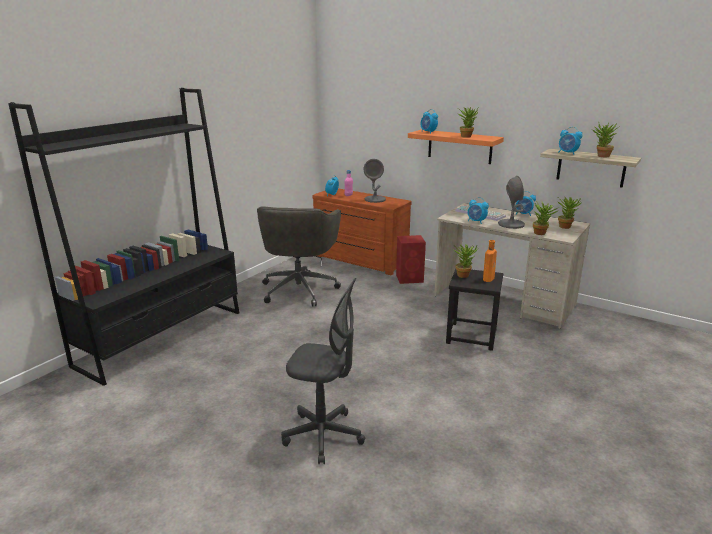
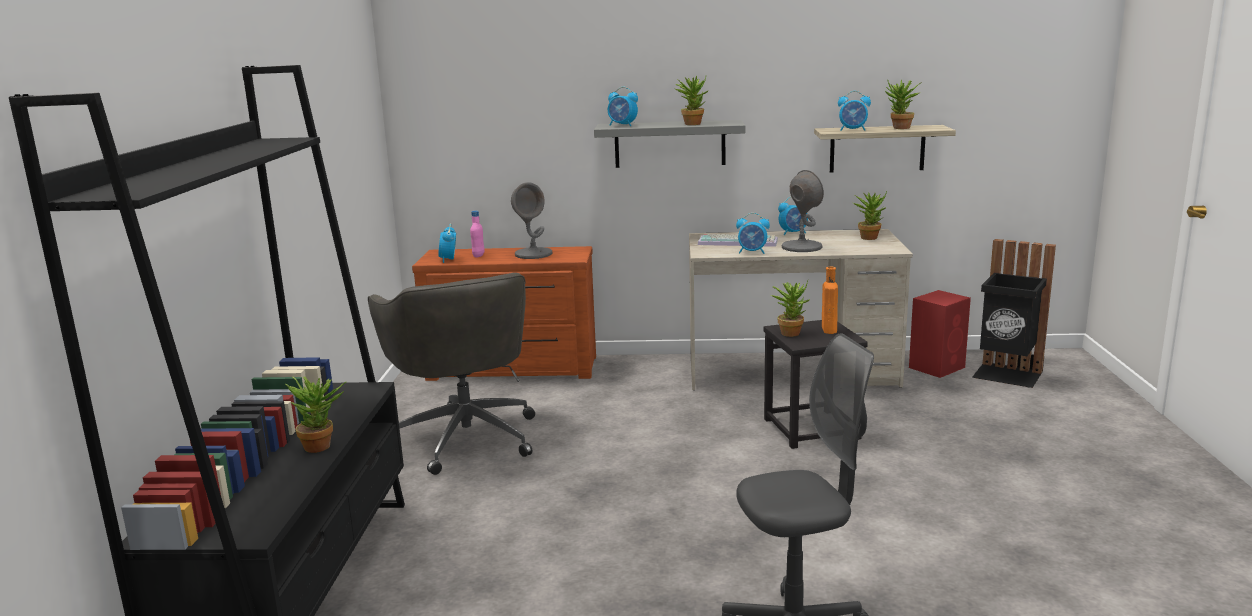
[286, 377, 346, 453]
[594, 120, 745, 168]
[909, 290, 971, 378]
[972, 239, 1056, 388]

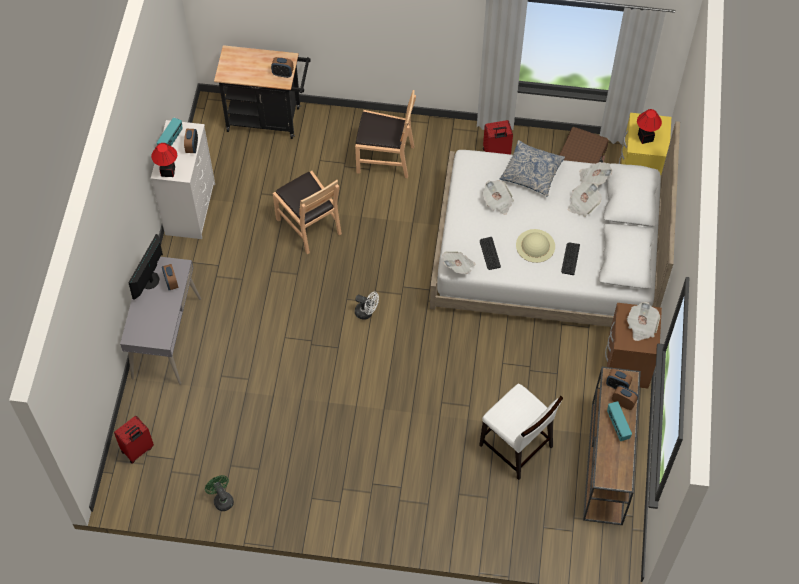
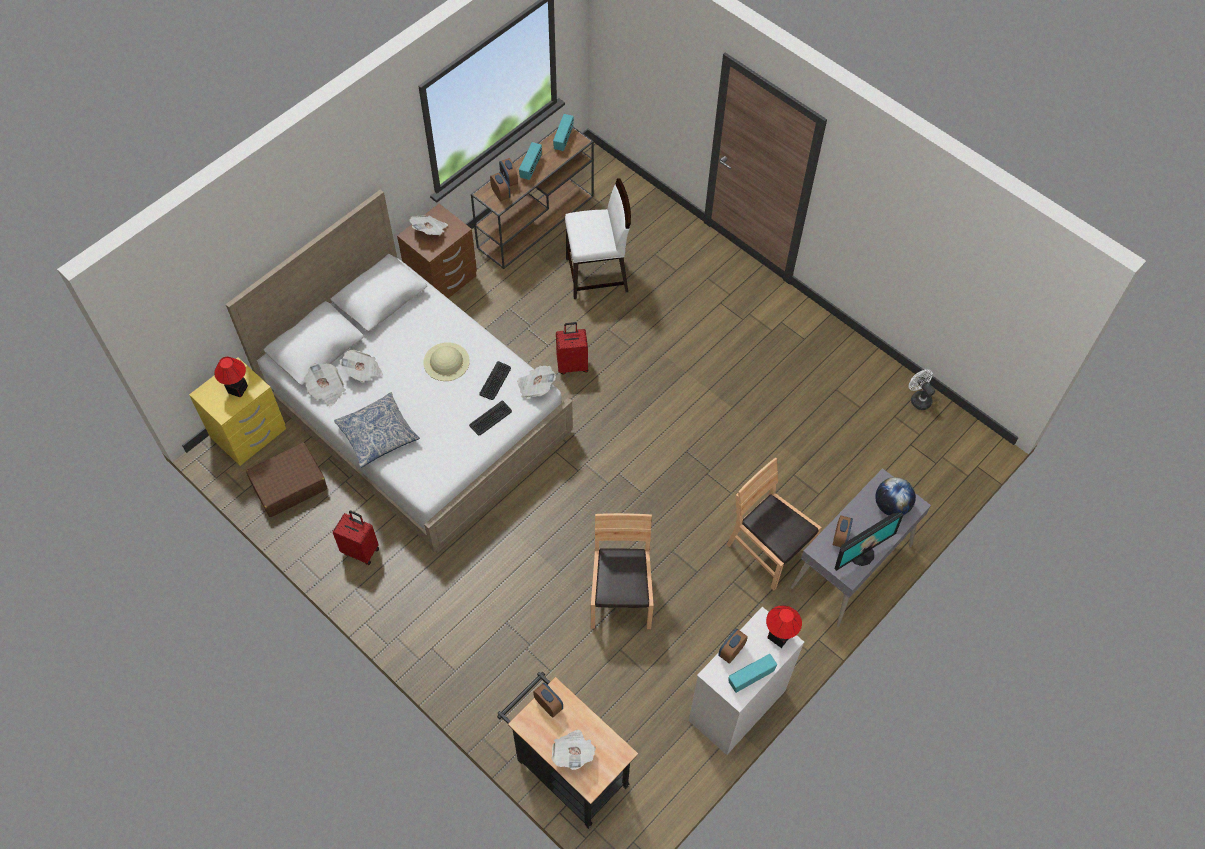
[469, 400, 512, 435]
[552, 730, 596, 770]
[553, 114, 574, 151]
[556, 322, 588, 375]
[565, 178, 631, 299]
[727, 458, 821, 590]
[875, 477, 916, 515]
[909, 369, 935, 410]
[205, 475, 234, 511] (first image)

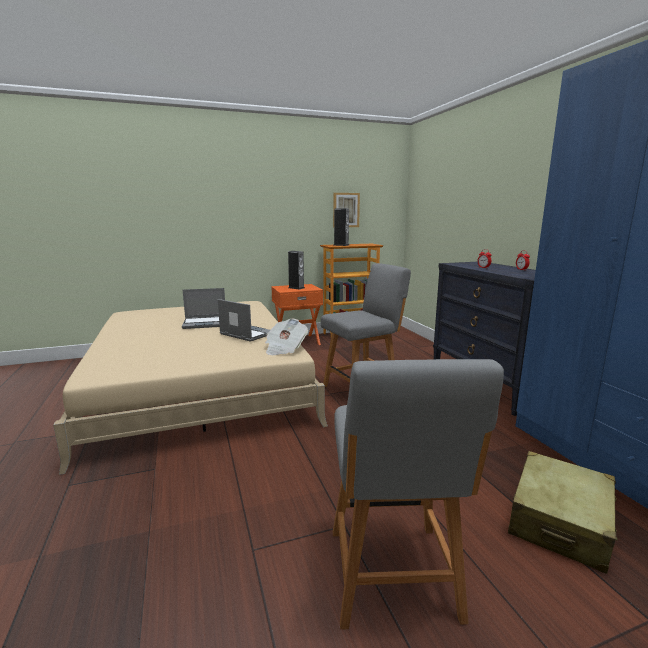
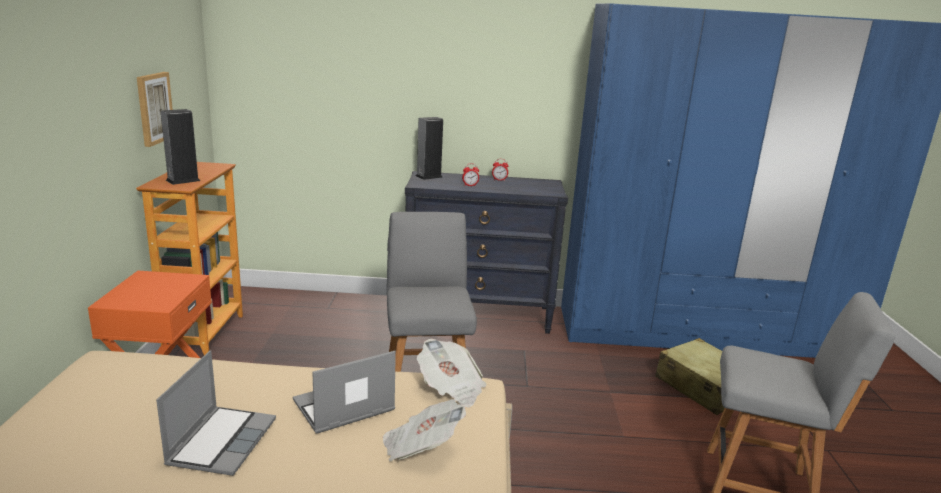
[382, 399, 466, 461]
[416, 117, 443, 180]

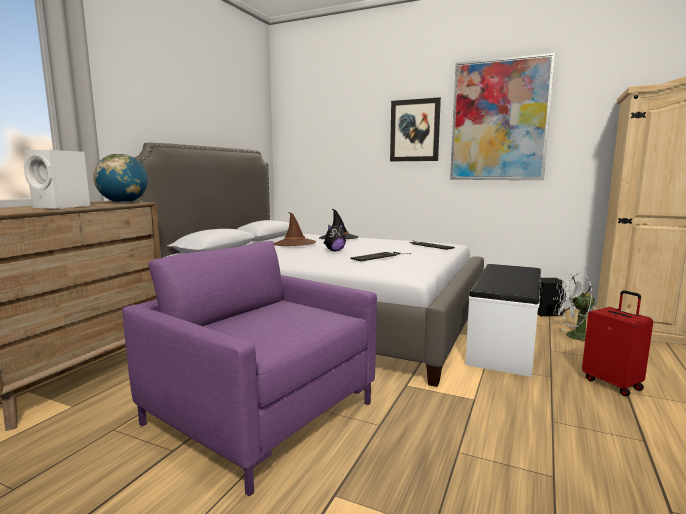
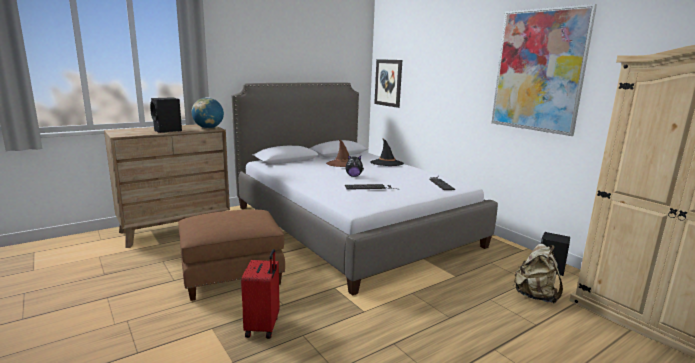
[150, 97, 182, 133]
[178, 210, 285, 301]
[241, 249, 280, 339]
[374, 59, 402, 108]
[513, 244, 563, 303]
[465, 264, 541, 377] (first image)

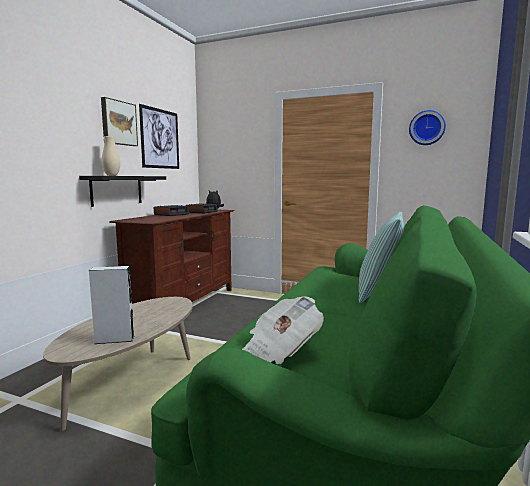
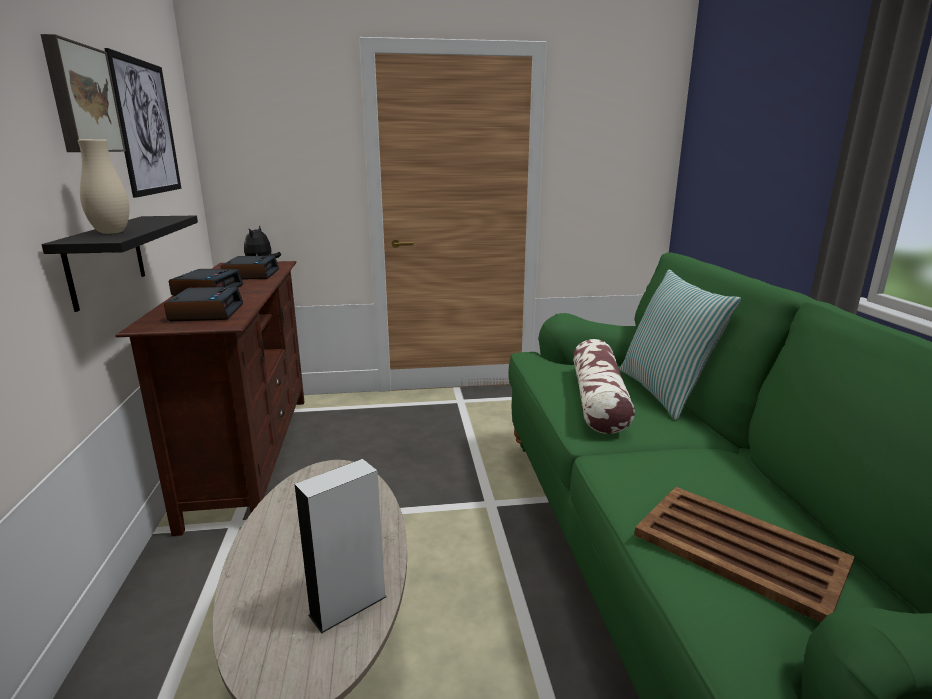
[164, 287, 243, 321]
[573, 339, 635, 434]
[634, 487, 855, 623]
[409, 110, 446, 145] (first image)

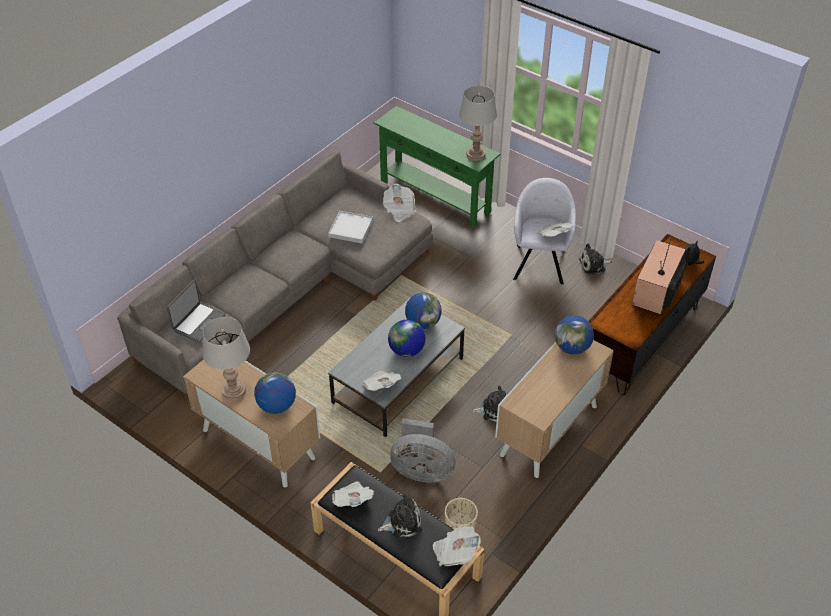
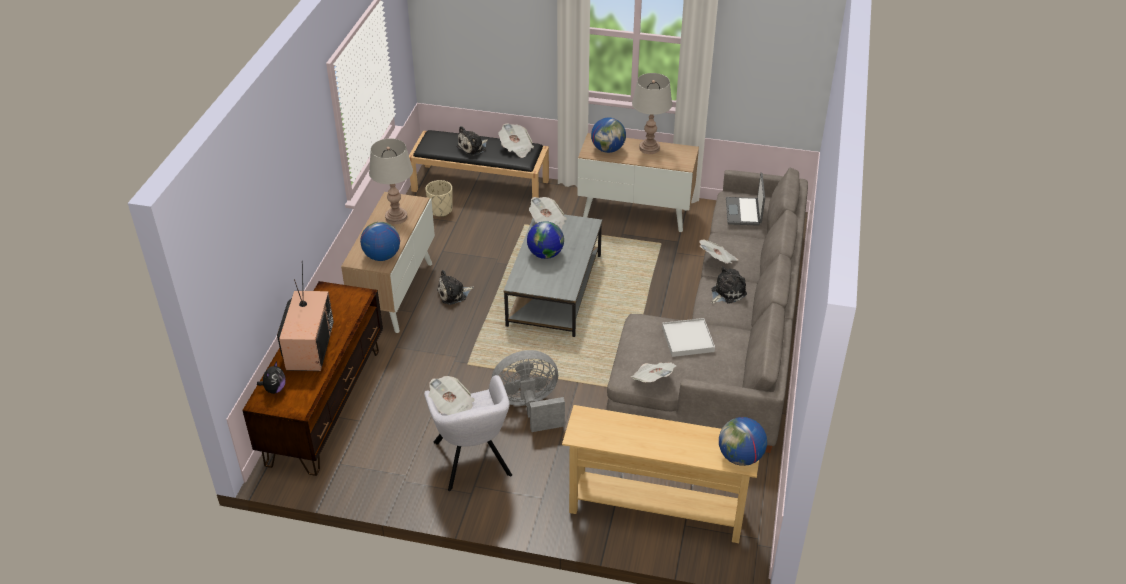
[369, 138, 413, 224]
[492, 350, 565, 432]
[562, 405, 759, 543]
[699, 239, 738, 264]
[711, 266, 747, 304]
[719, 417, 767, 466]

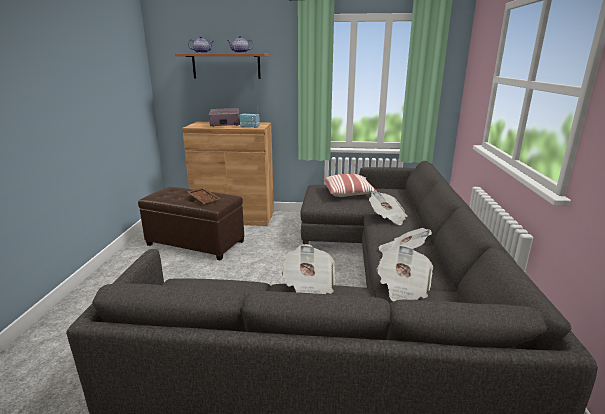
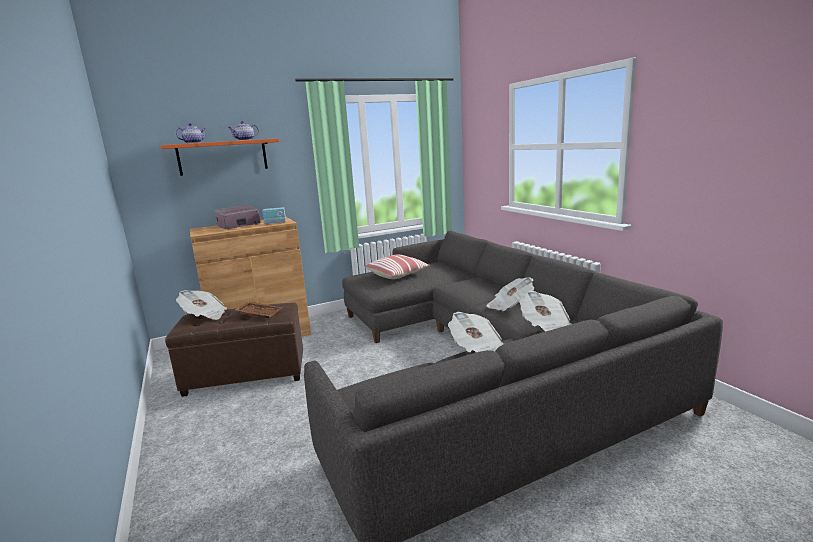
[176, 290, 227, 320]

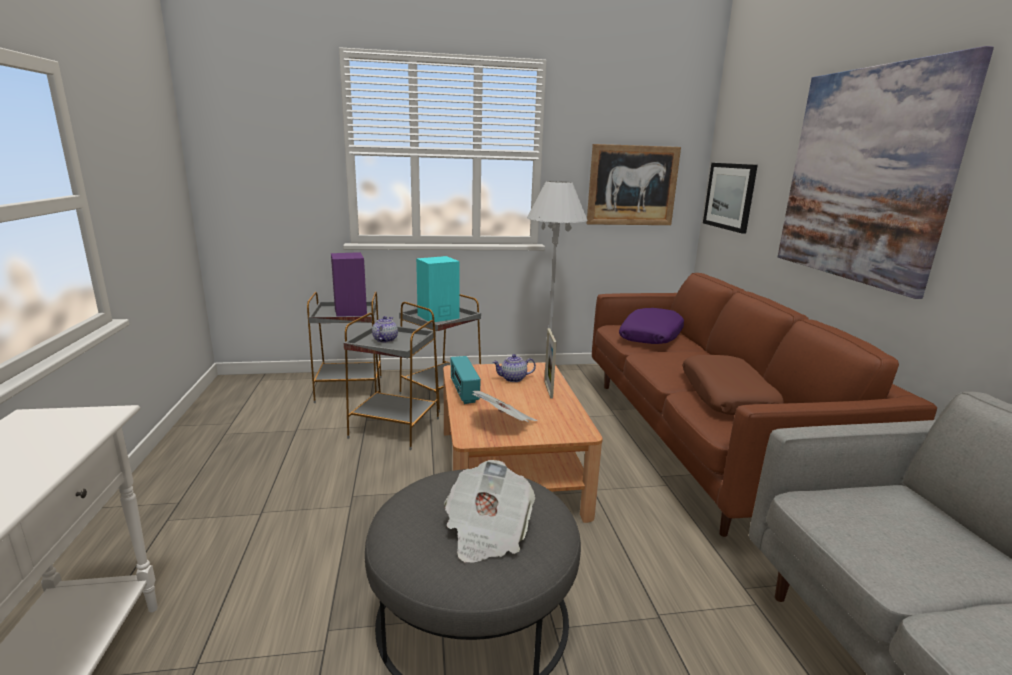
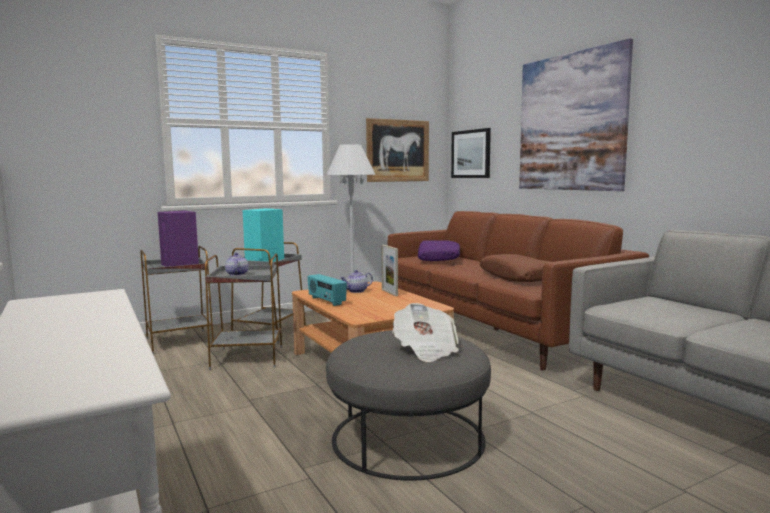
[472, 391, 538, 422] (first image)

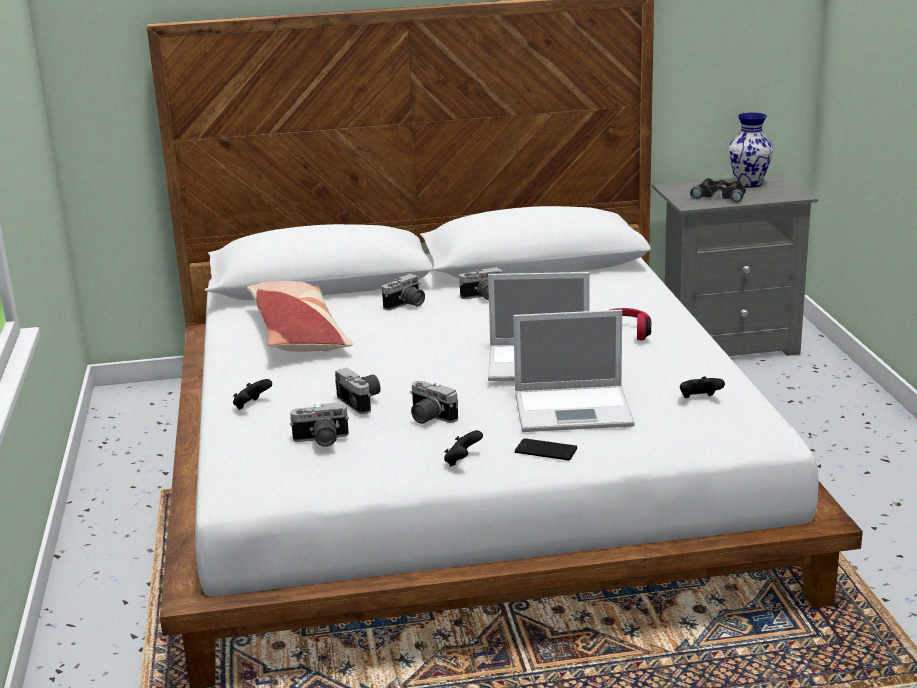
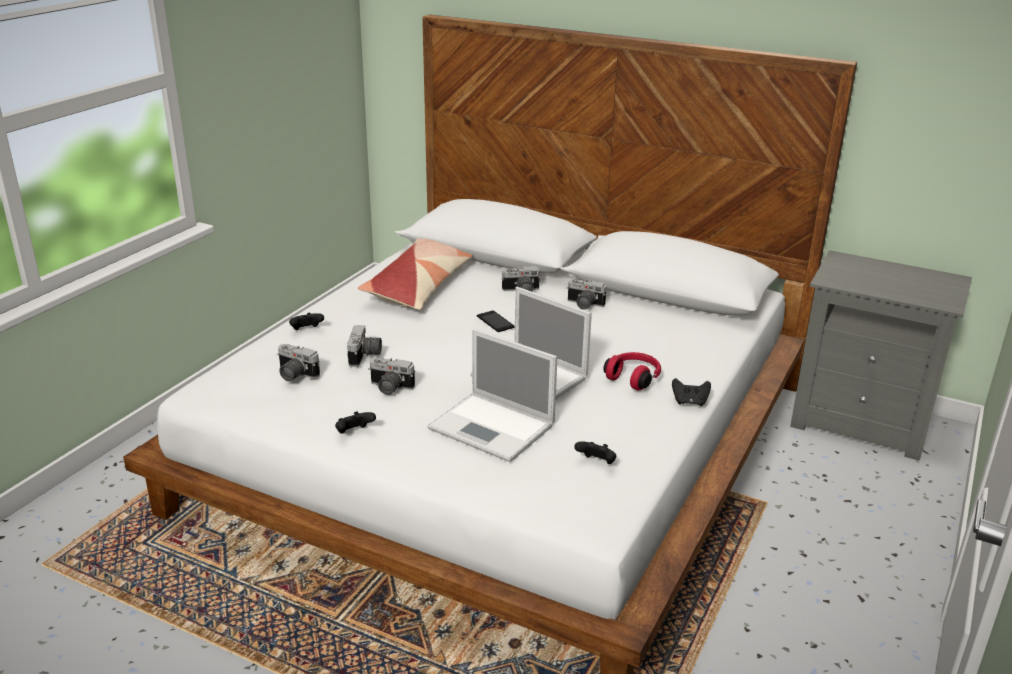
[368, 358, 415, 395]
[477, 311, 515, 332]
[672, 378, 711, 406]
[690, 178, 746, 203] (first image)
[728, 112, 773, 188] (first image)

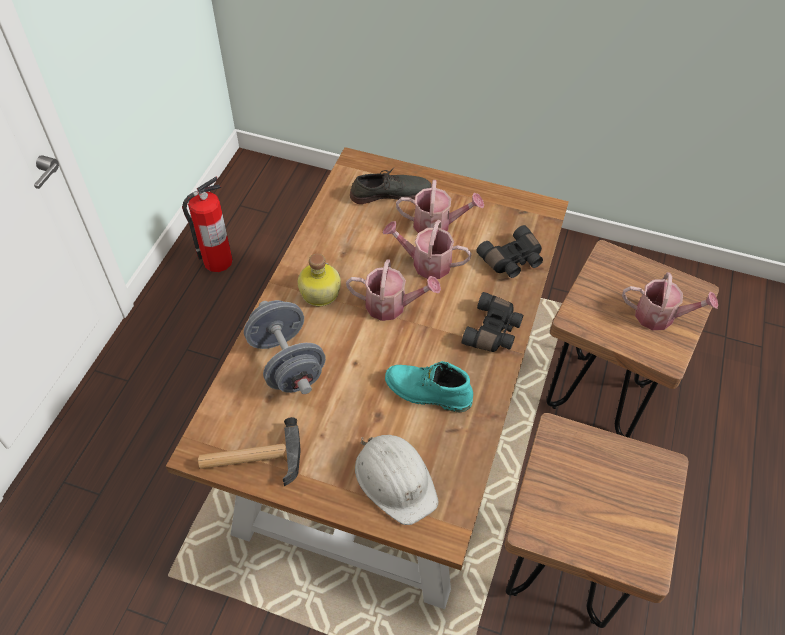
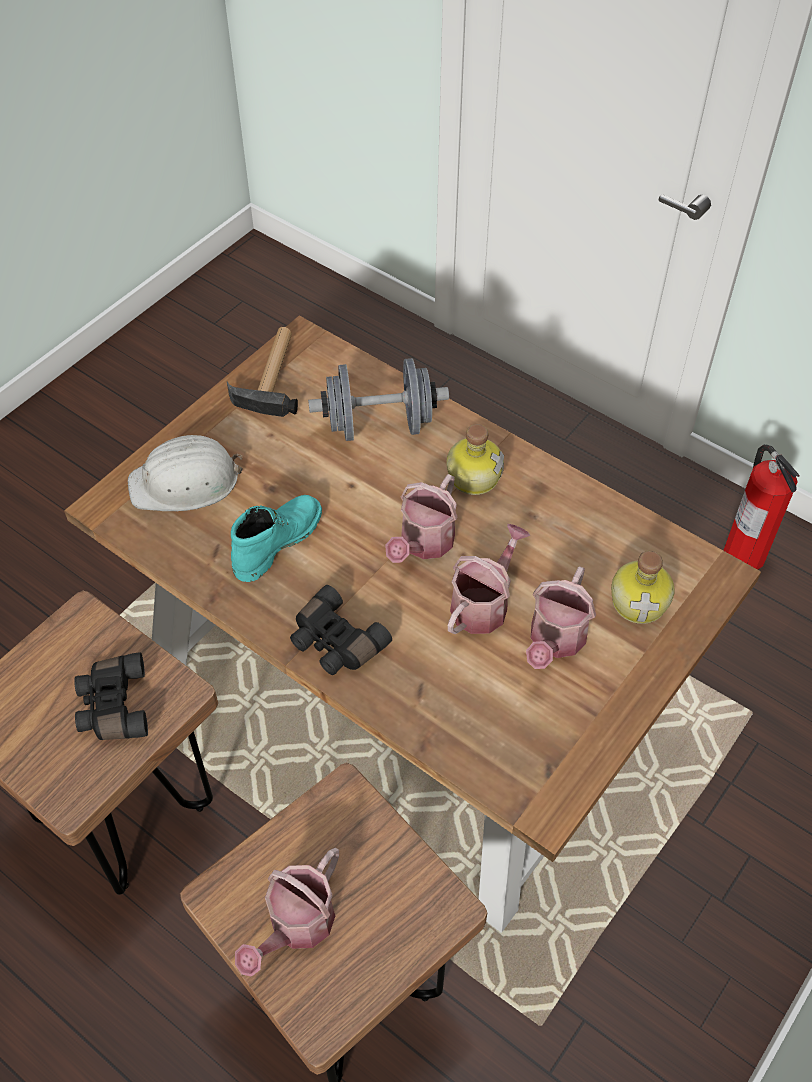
[74, 652, 148, 740]
[611, 551, 674, 624]

